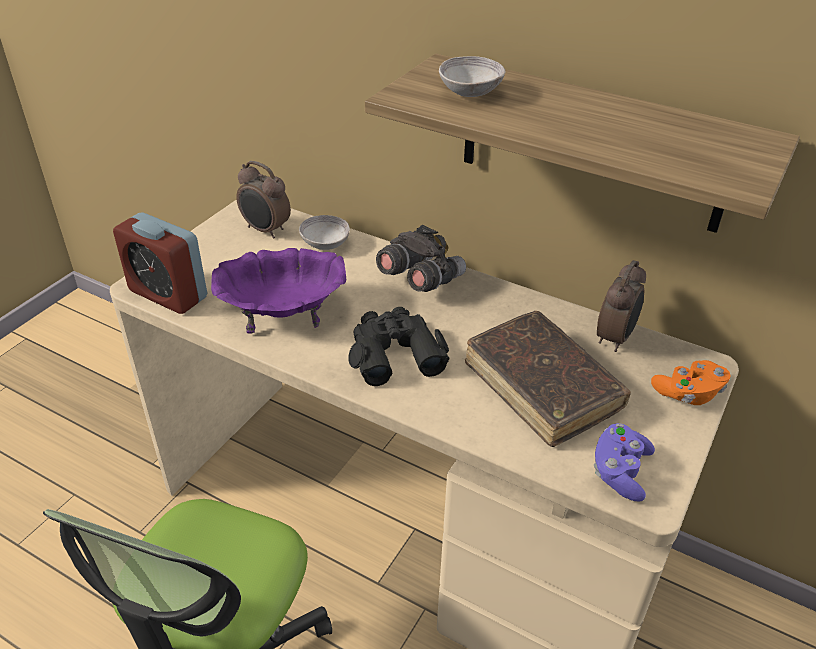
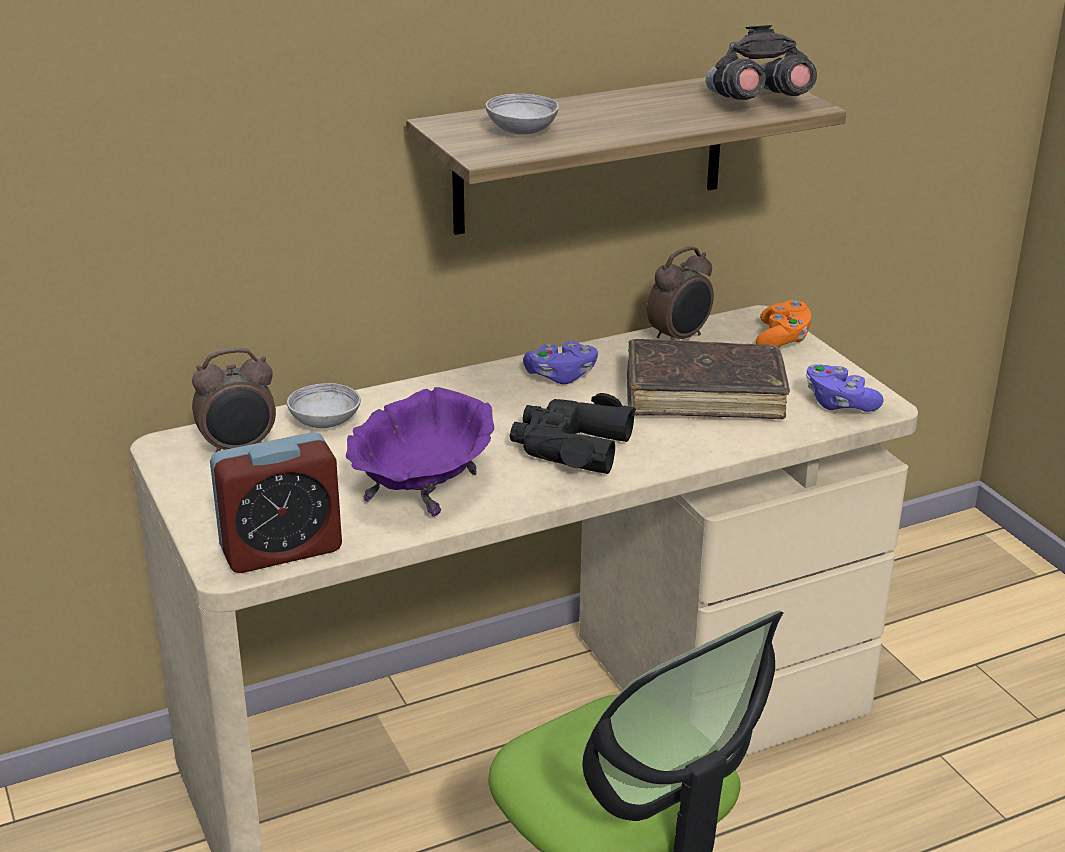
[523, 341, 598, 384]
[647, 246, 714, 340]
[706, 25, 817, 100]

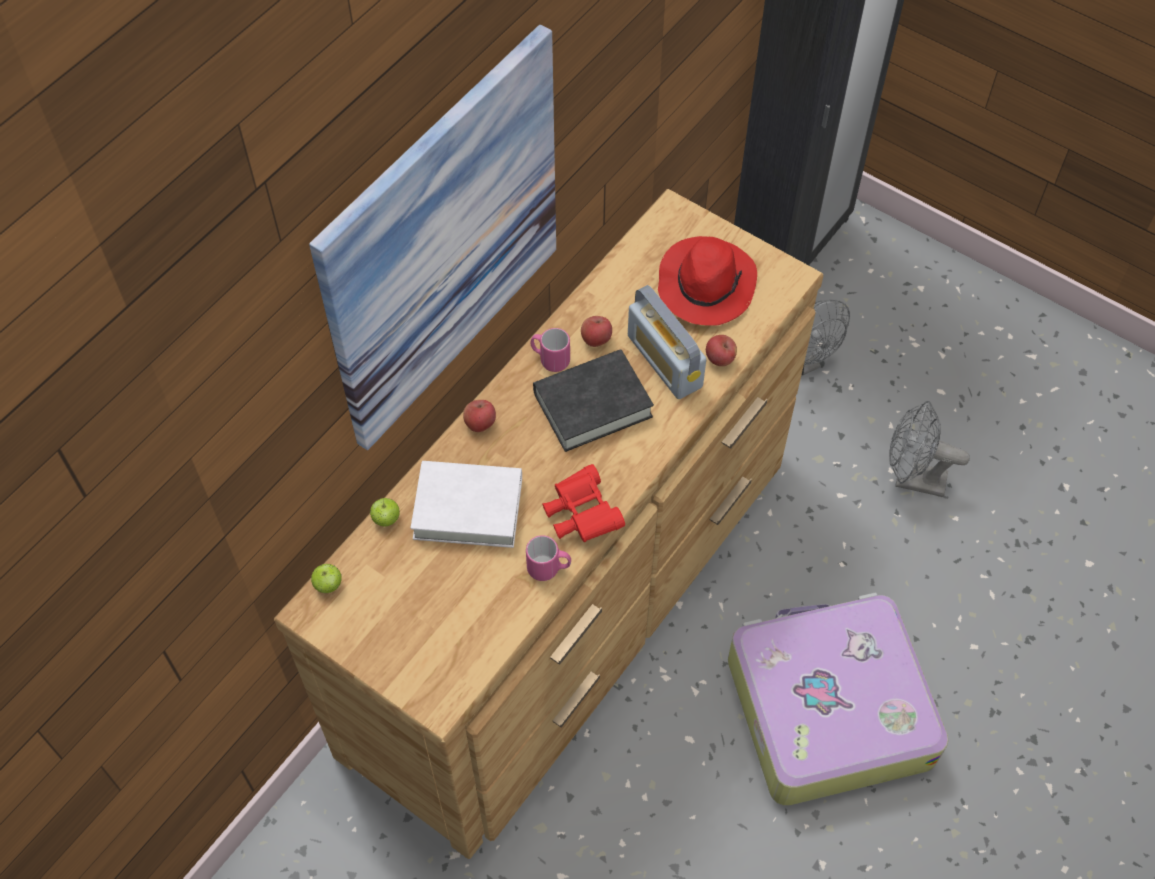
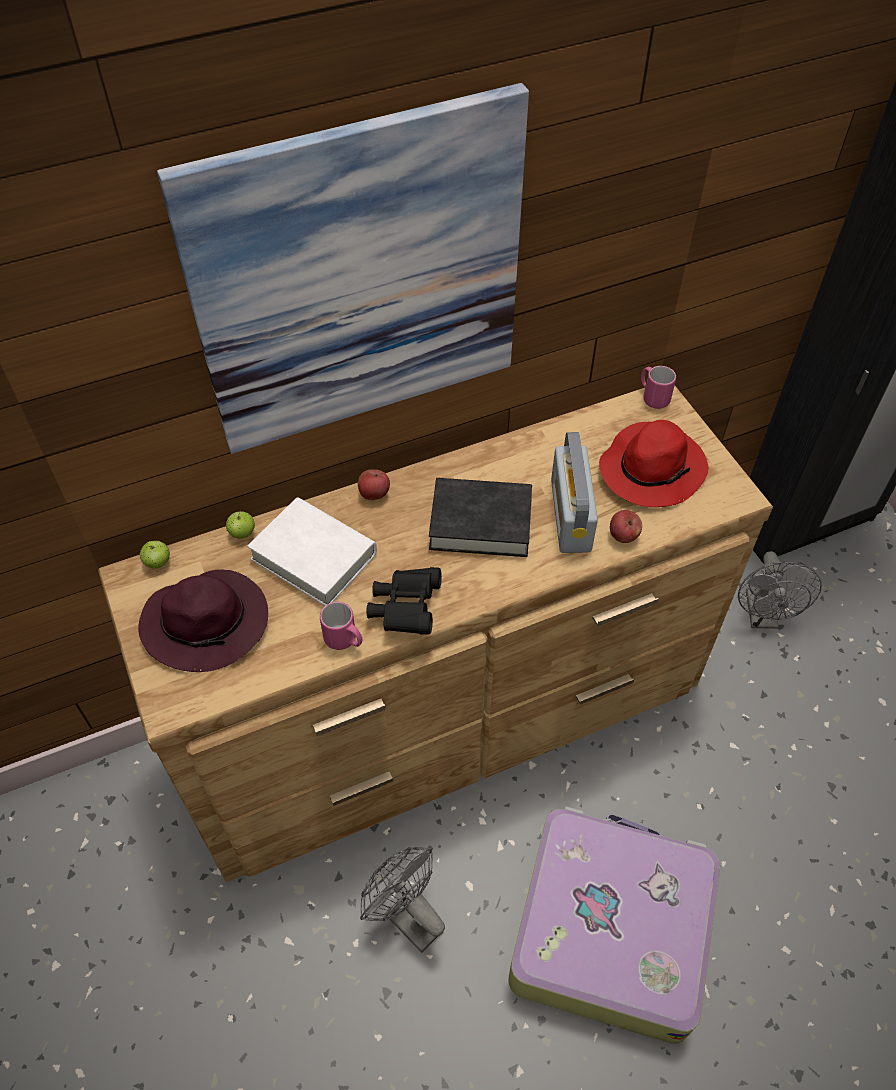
[138, 569, 268, 672]
[360, 847, 445, 953]
[366, 567, 442, 634]
[641, 366, 676, 409]
[581, 316, 612, 347] (first image)

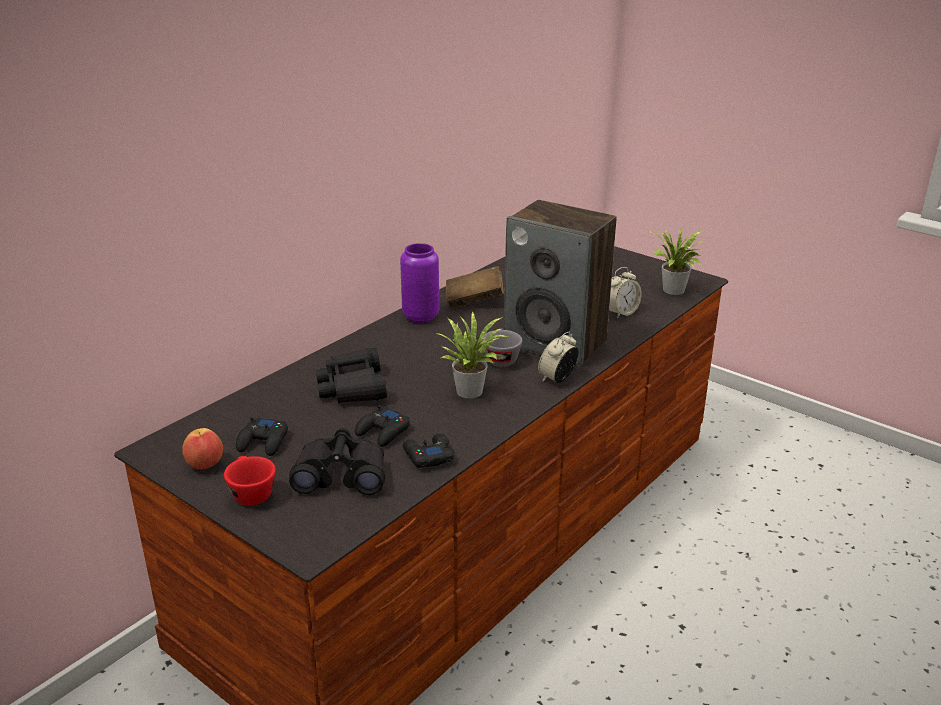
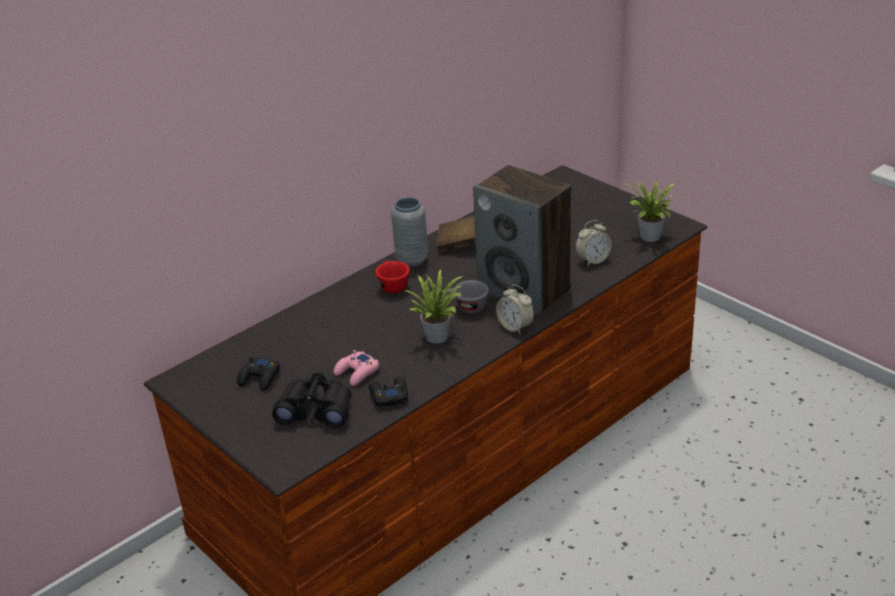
[333, 350, 379, 386]
[375, 261, 410, 293]
[391, 197, 428, 267]
[496, 285, 534, 335]
[182, 428, 223, 469] (first image)
[316, 348, 387, 403] (first image)

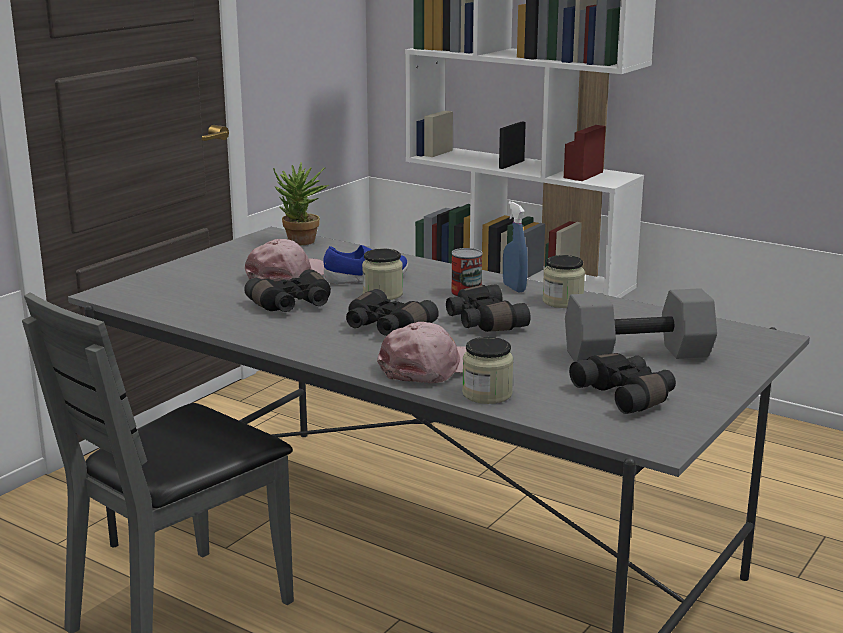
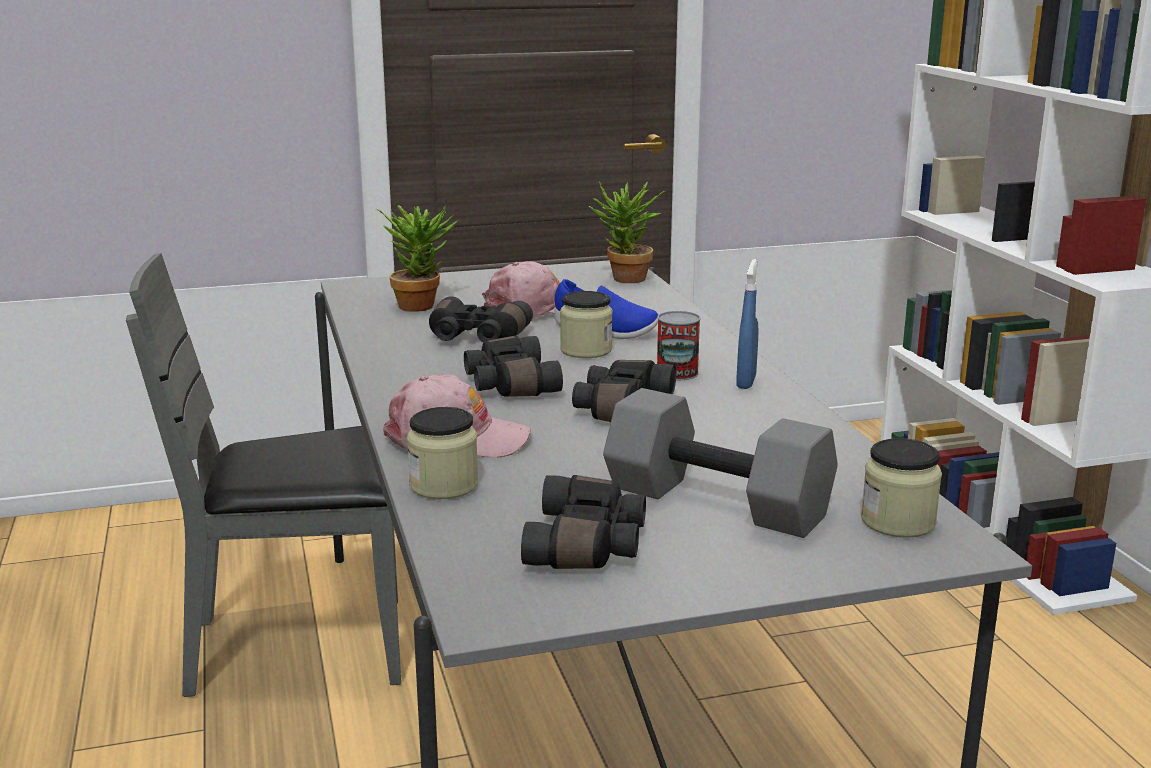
[375, 205, 459, 312]
[861, 438, 942, 538]

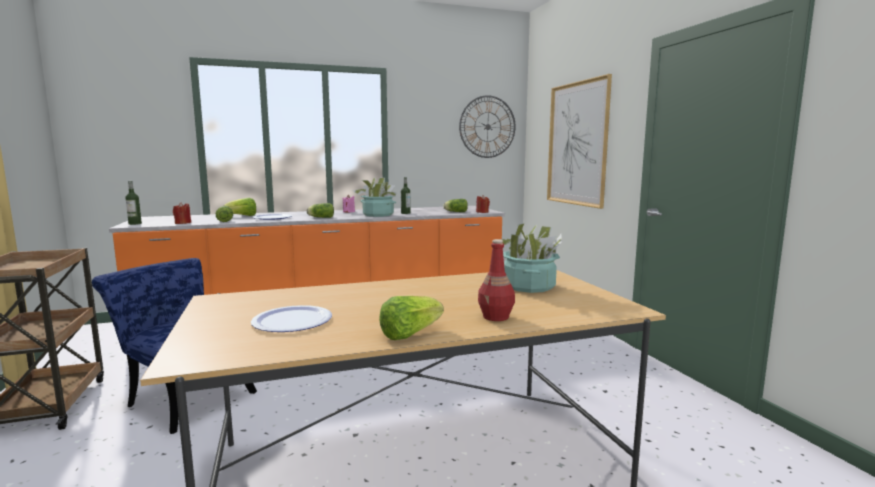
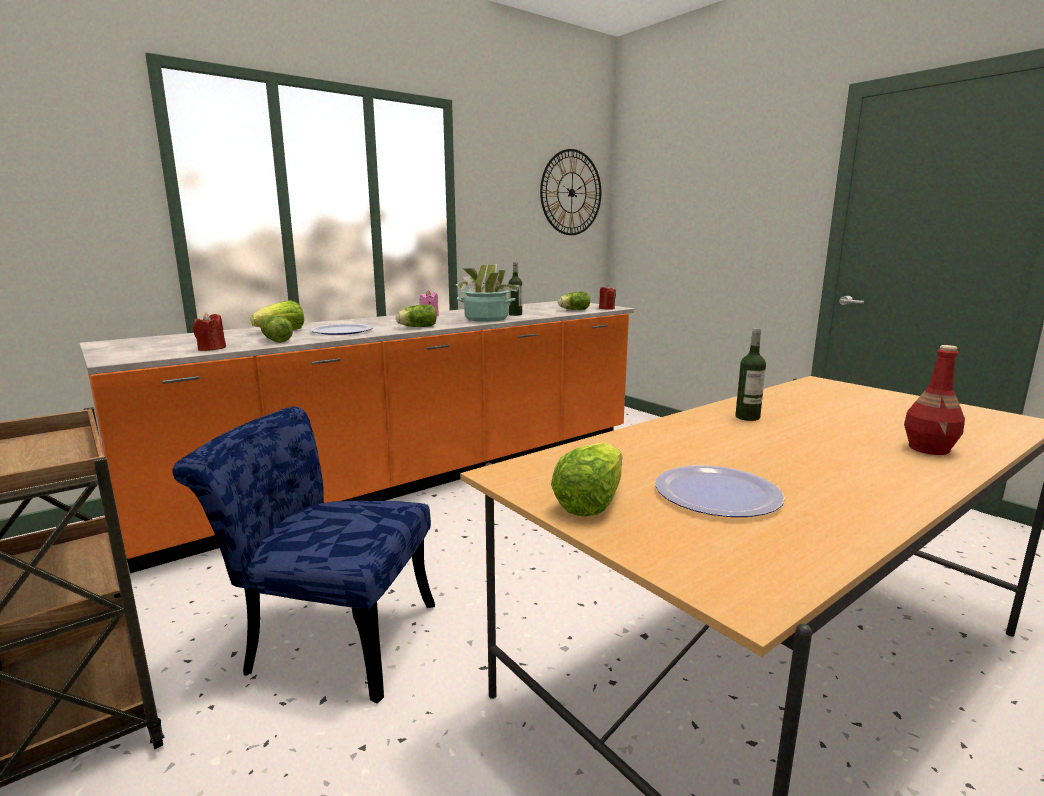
[551, 443, 622, 516]
[735, 328, 766, 421]
[500, 224, 562, 293] (first image)
[547, 74, 612, 209] (first image)

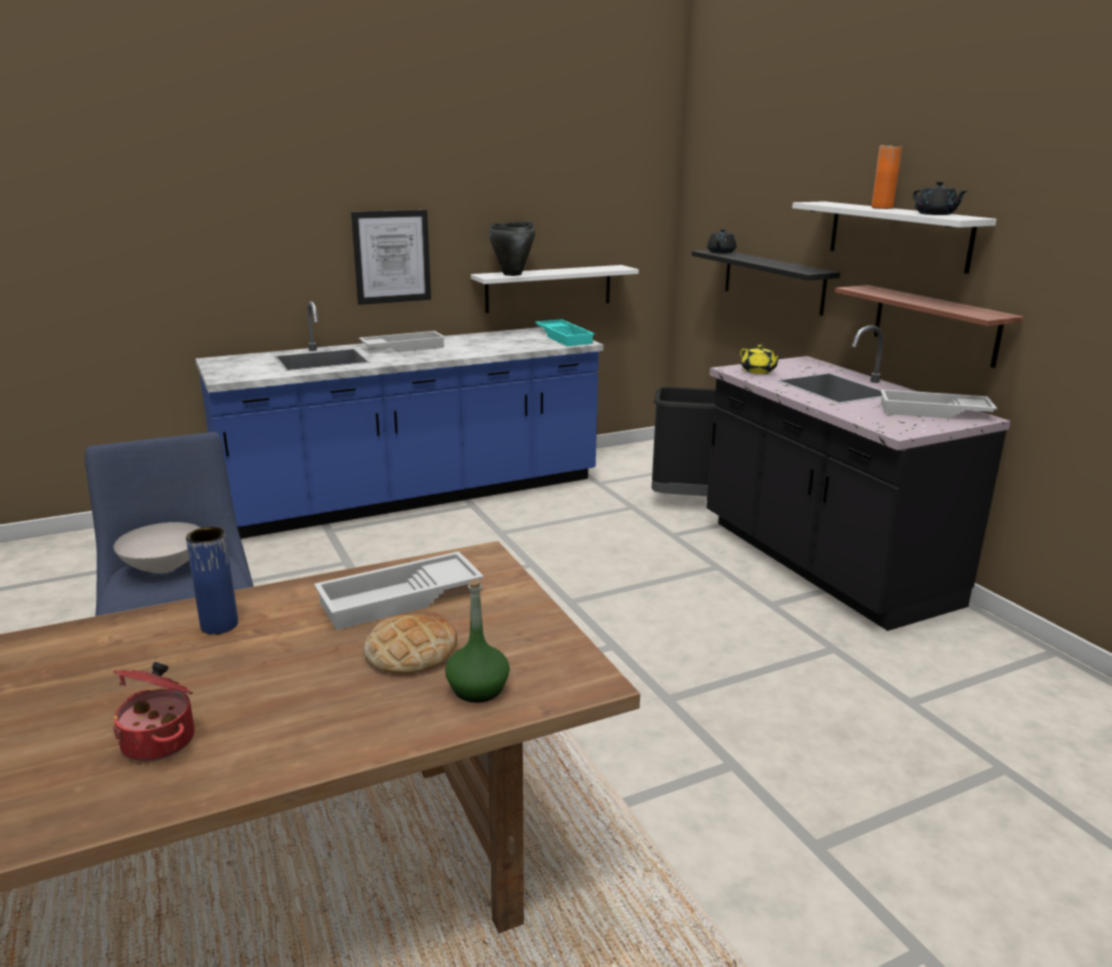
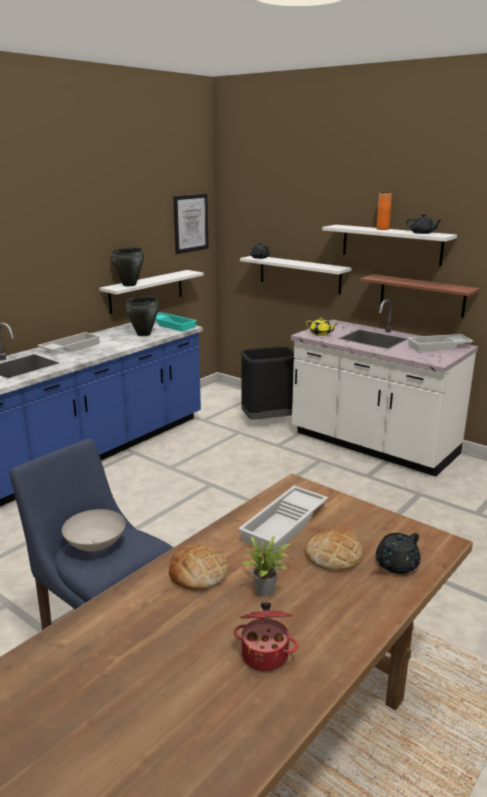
[125, 296, 159, 336]
[169, 544, 228, 590]
[173, 194, 209, 254]
[240, 256, 352, 294]
[242, 535, 291, 596]
[291, 299, 478, 477]
[376, 533, 421, 574]

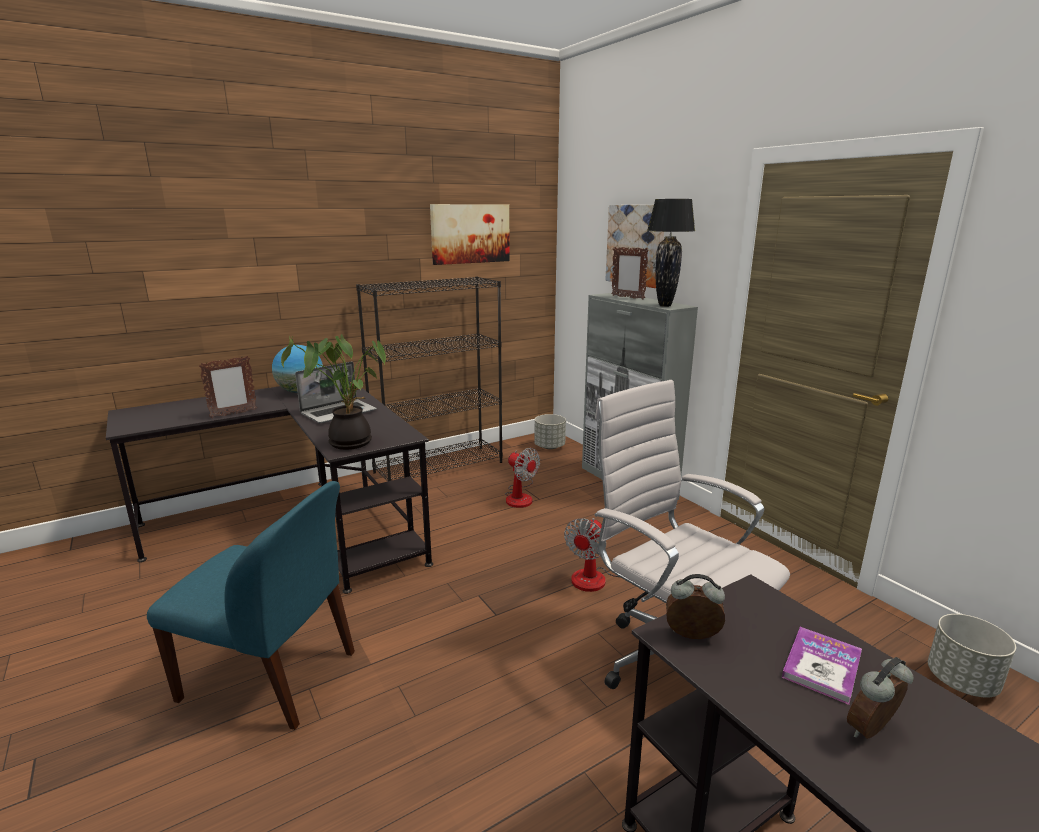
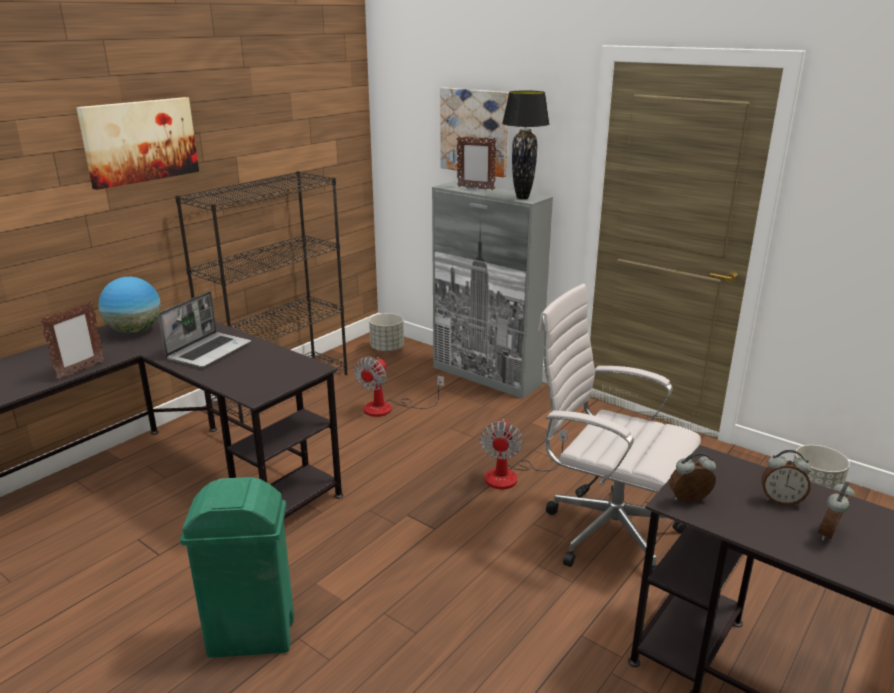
[76, 97, 199, 190]
[180, 477, 294, 658]
[354, 357, 444, 417]
[762, 450, 811, 505]
[281, 334, 386, 450] (first image)

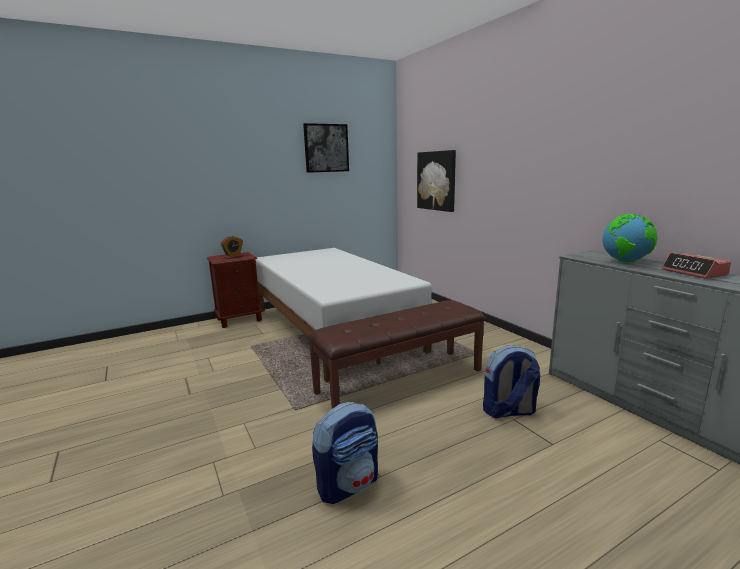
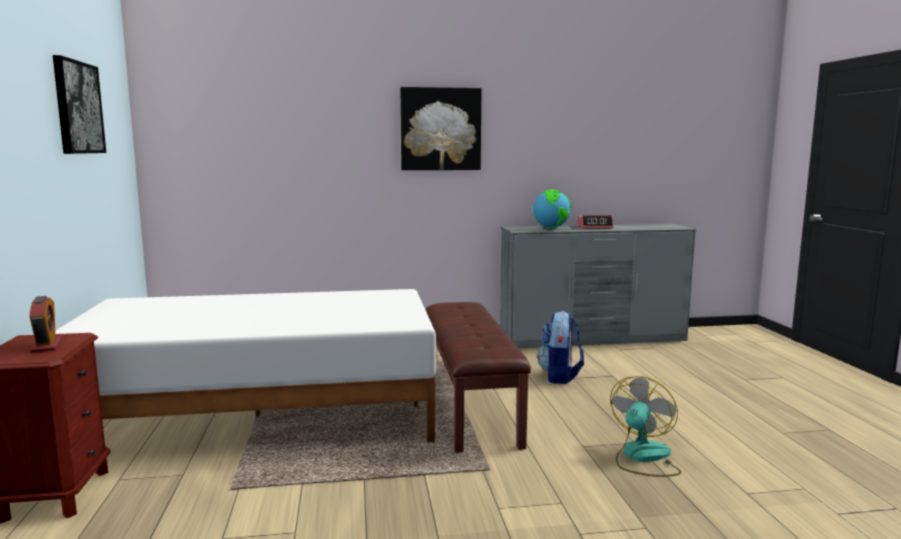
[400, 87, 481, 170]
[610, 376, 681, 477]

